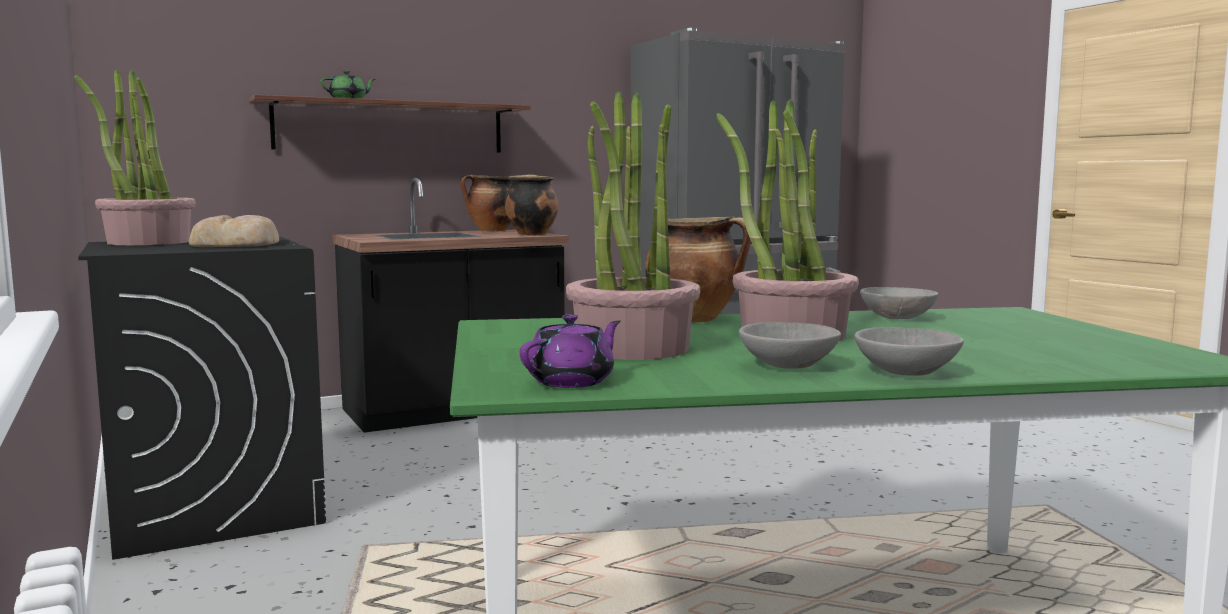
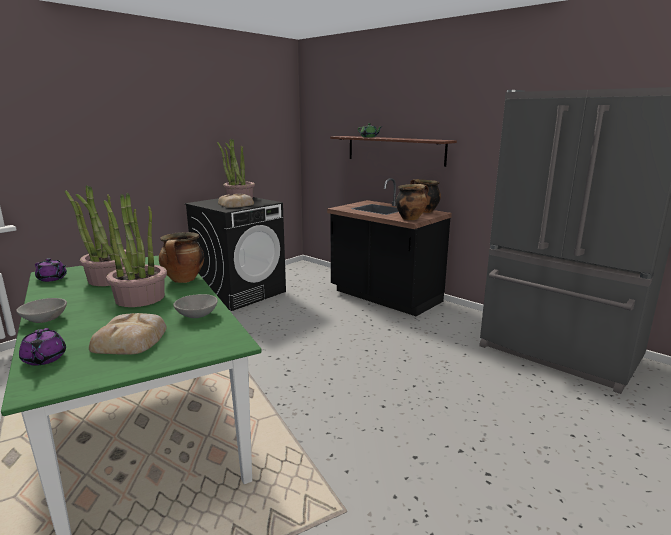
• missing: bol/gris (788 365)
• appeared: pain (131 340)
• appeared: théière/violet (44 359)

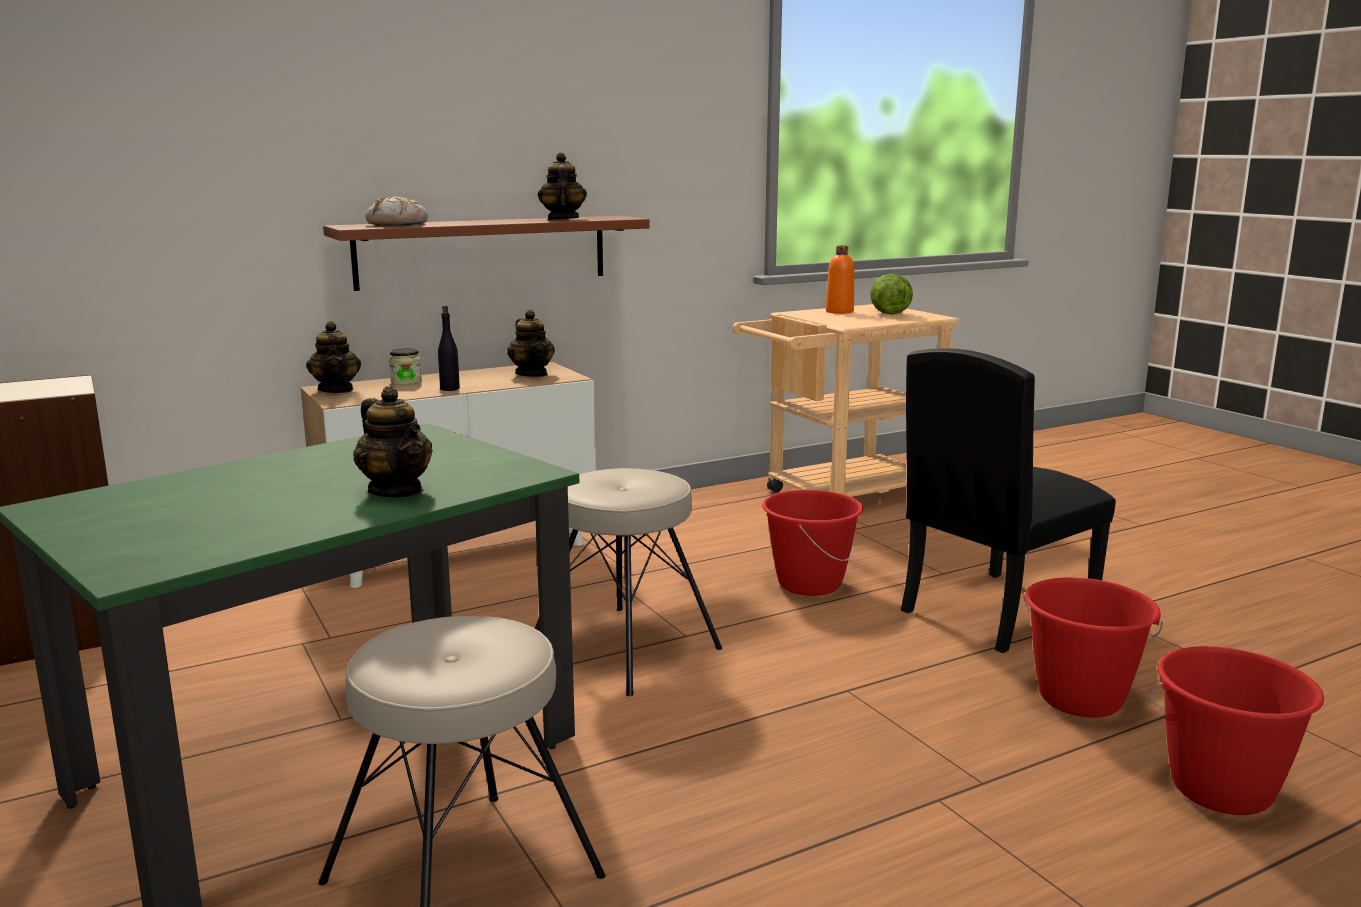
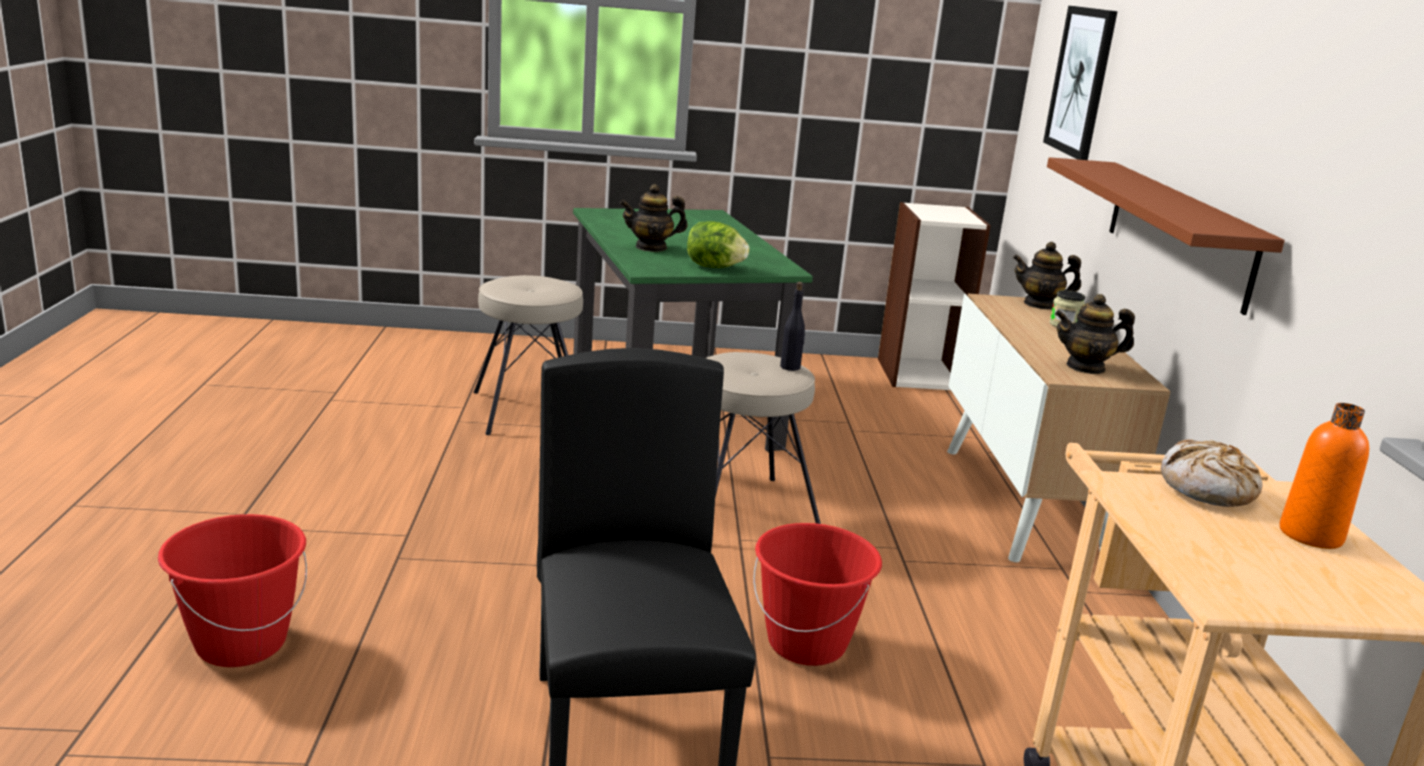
• missing: théière (562 219)
• relocated: pain (397 224) to (1207 489)
• relocated: laitue (888 313) to (714 267)
• relocated: bouteille/noir (449 389) to (790 367)
• missing: seau/rouge (1080 699)
• appeared: tableau (1081 81)

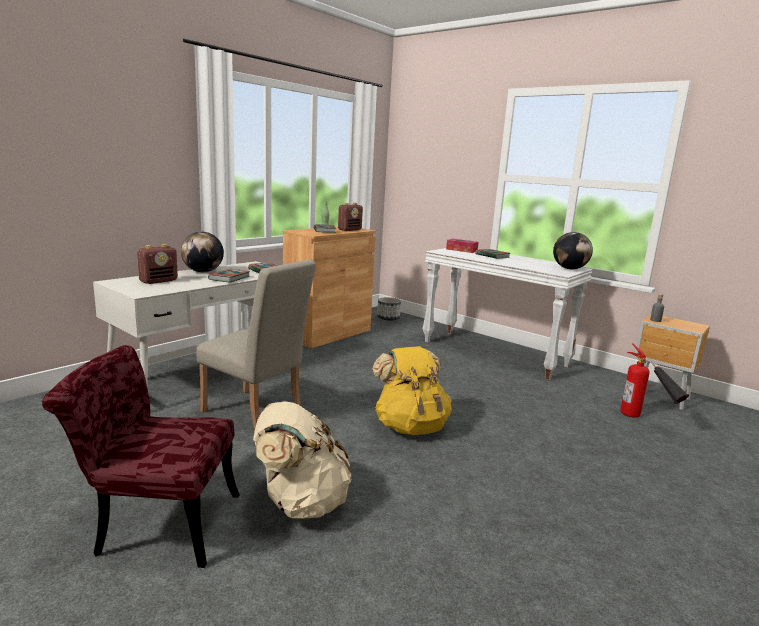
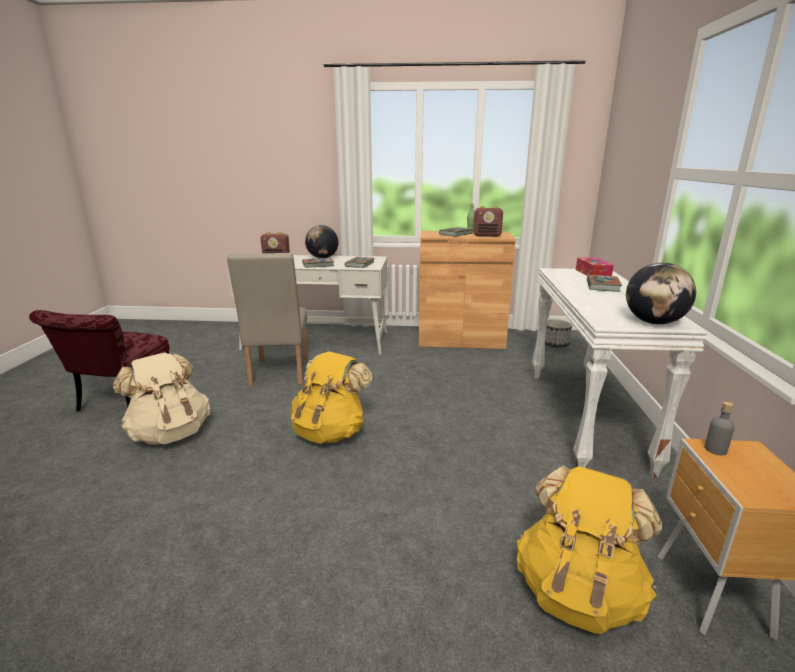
• exchanged: extincteur (645 421) to sac à dos/jaune (578 592)
• spun: chaise/rouge (156 523) = (121 403) 135 degrees counterclockwise

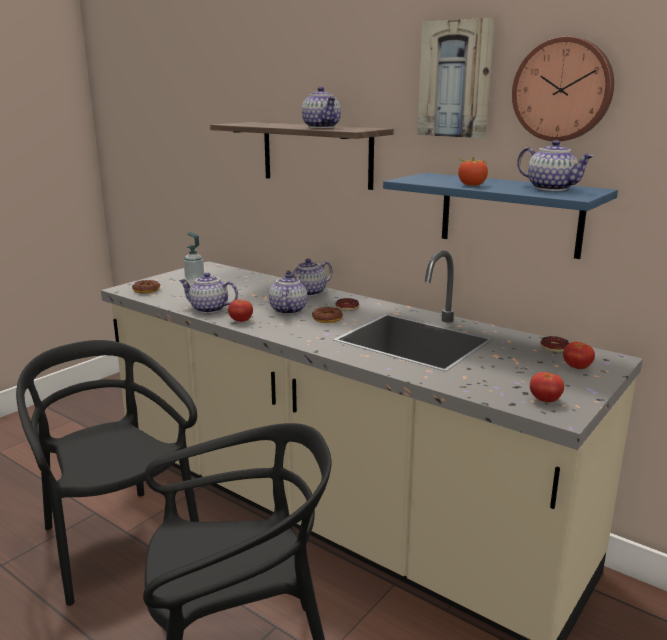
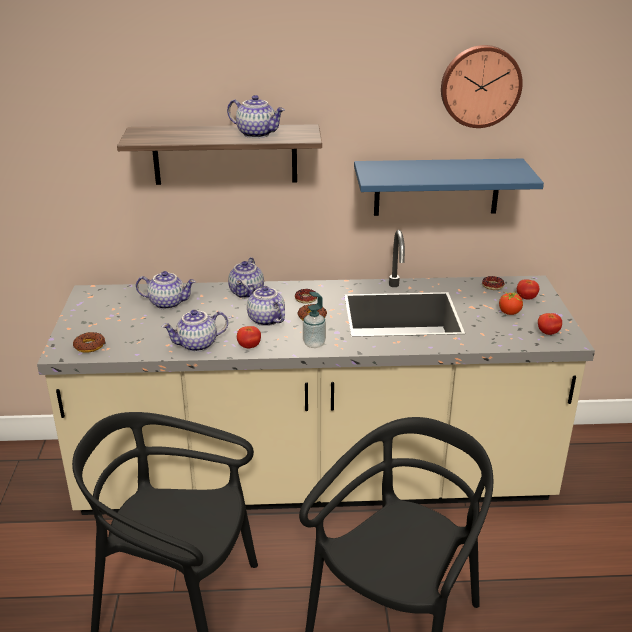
• missing: tableau (456 79)
• relocated: théière (552 188) to (168 303)
• relocated: tomate (471 185) to (509 312)
• relocated: distributeur de savon (194 280) to (314 344)

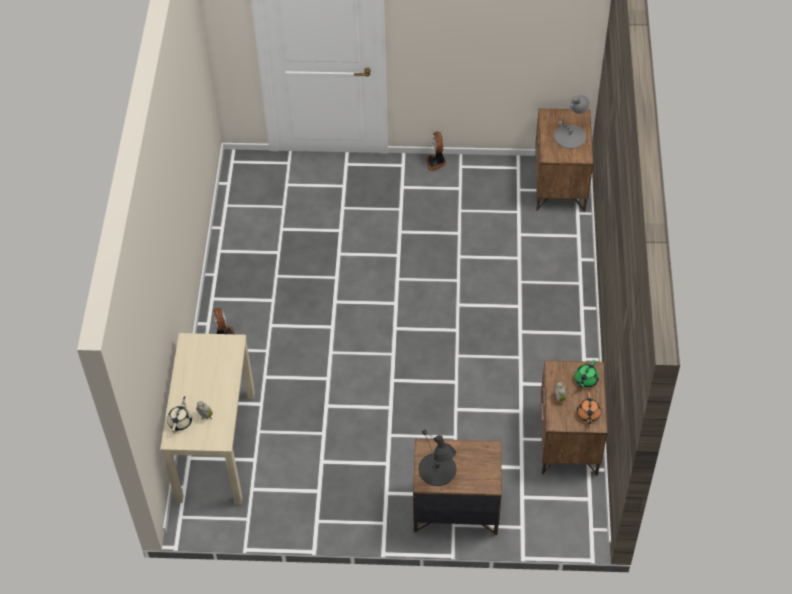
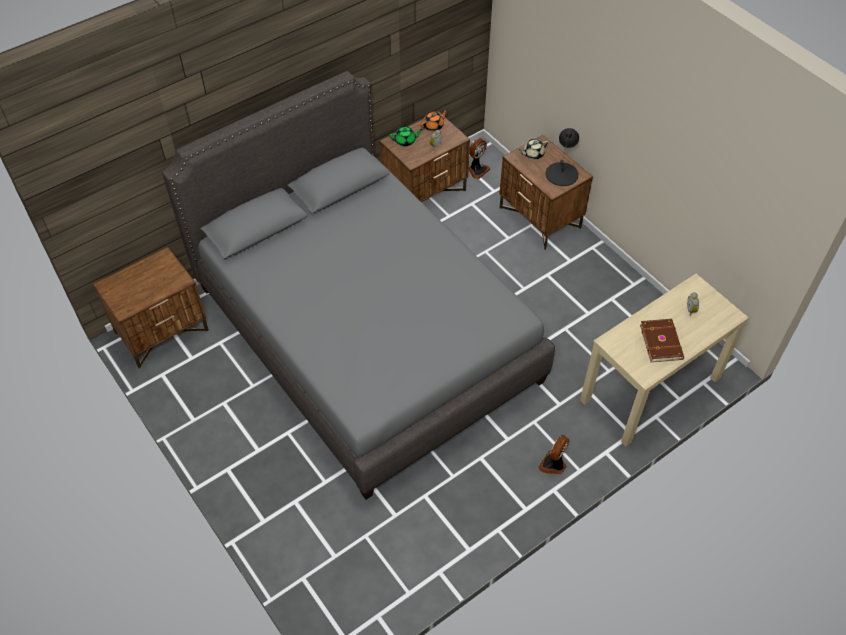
• missing: lampe de table/gris (570 136)
• relocated: ventilateur (436 162) to (477 170)
• relocated: théière/beige (180 421) to (533 154)
• appeared: lit/gris (366 334)
• appeared: livre/marron (662 341)

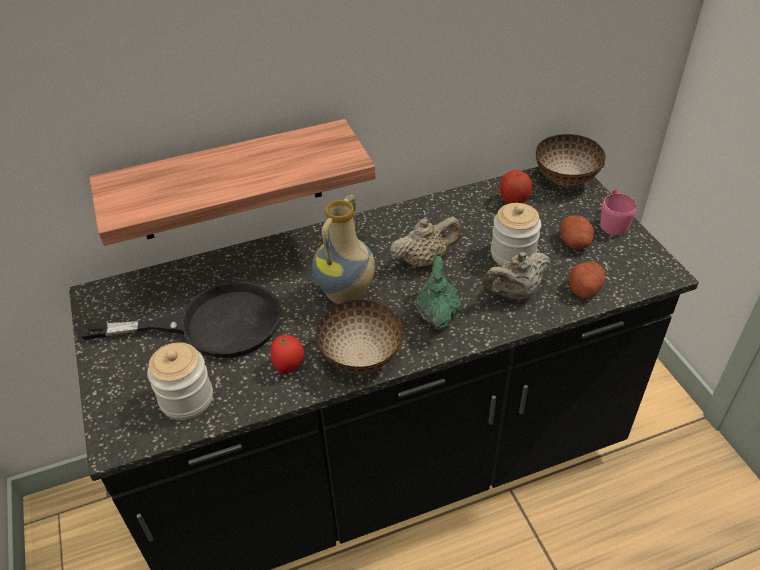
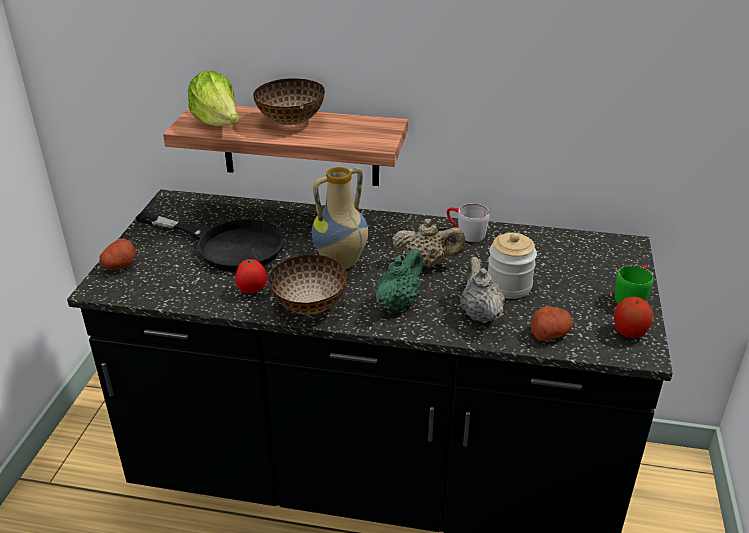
• relocated: bol (564 179) to (290 122)
• relocated: pomme (513 200) to (629 332)
• colour: mug/rose (612 222) to mug/vert (632 296)
• relocated: pomme de terre (575 242) to (120 265)
• spun: théière/beige (514 294) = (479 313) 75 degrees clockwise
• missing: bocal (186 399)
• appeared: laitue (218 124)
• appeared: mug/gris (465 233)

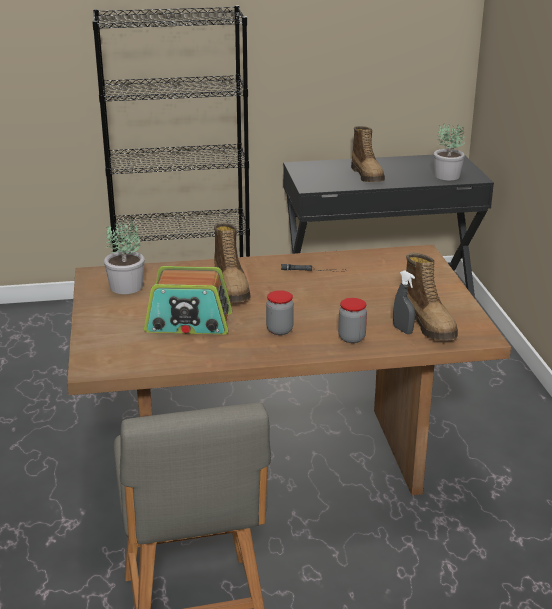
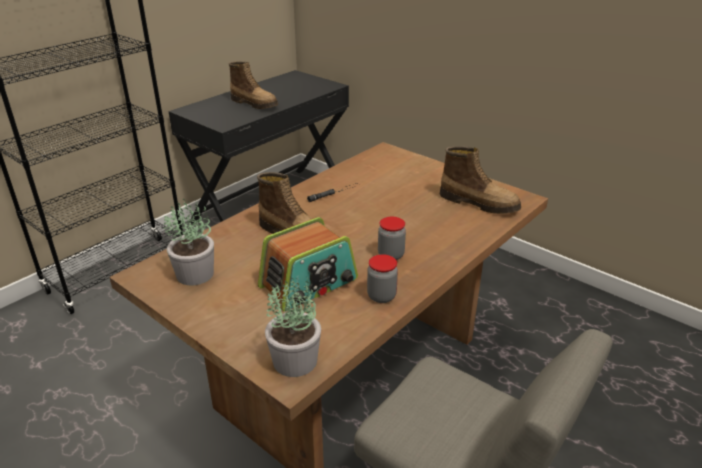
• relocated: plante en pot (447 176) to (296 361)
• missing: vaporisateur/gris (402 330)
• relocated: bocal (351 338) to (381 296)

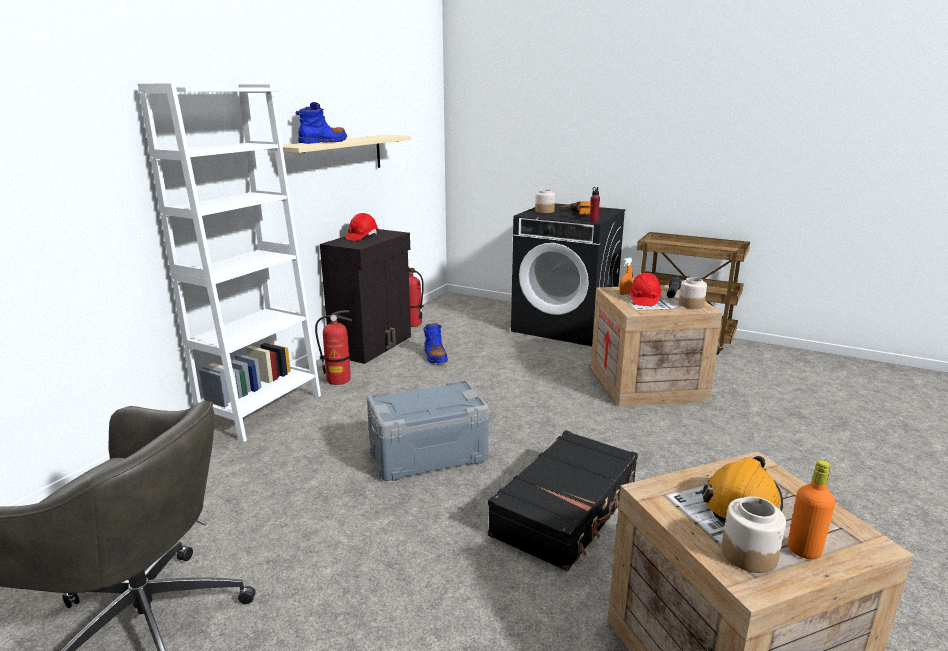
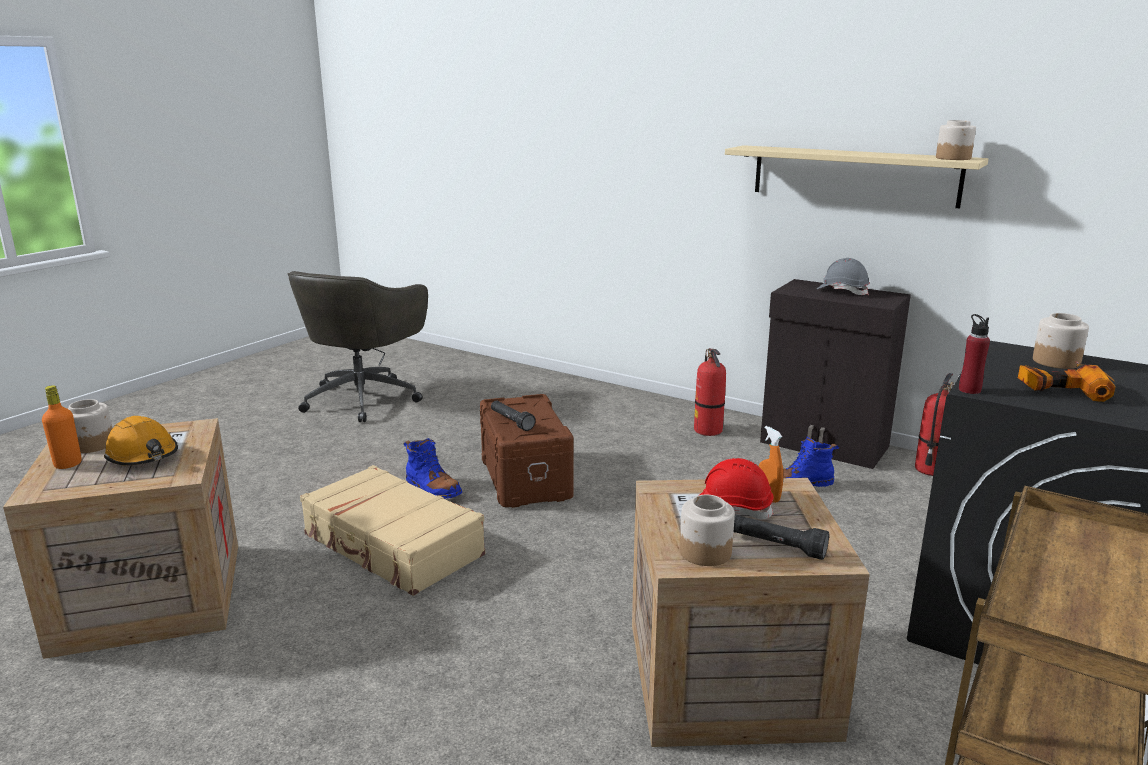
• missing: bibliothèque/blanc (262 410)
• relocated: botte/bleu (323 142) to (432 489)
• colour: casque de chantier/rouge (362 237) to casque de chantier/gris (842 291)
• colour: boîte de rangement/gris (428 455) to boîte de rangement/marron (524 478)
• colour: valise/noir (566 510) to valise/beige (392 546)
• appeared: bocal (953 158)
• appeared: lampe de poche/noir (511 421)

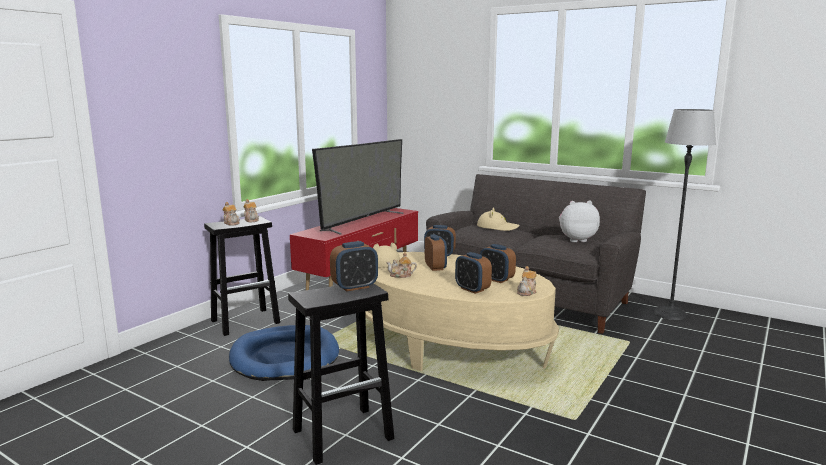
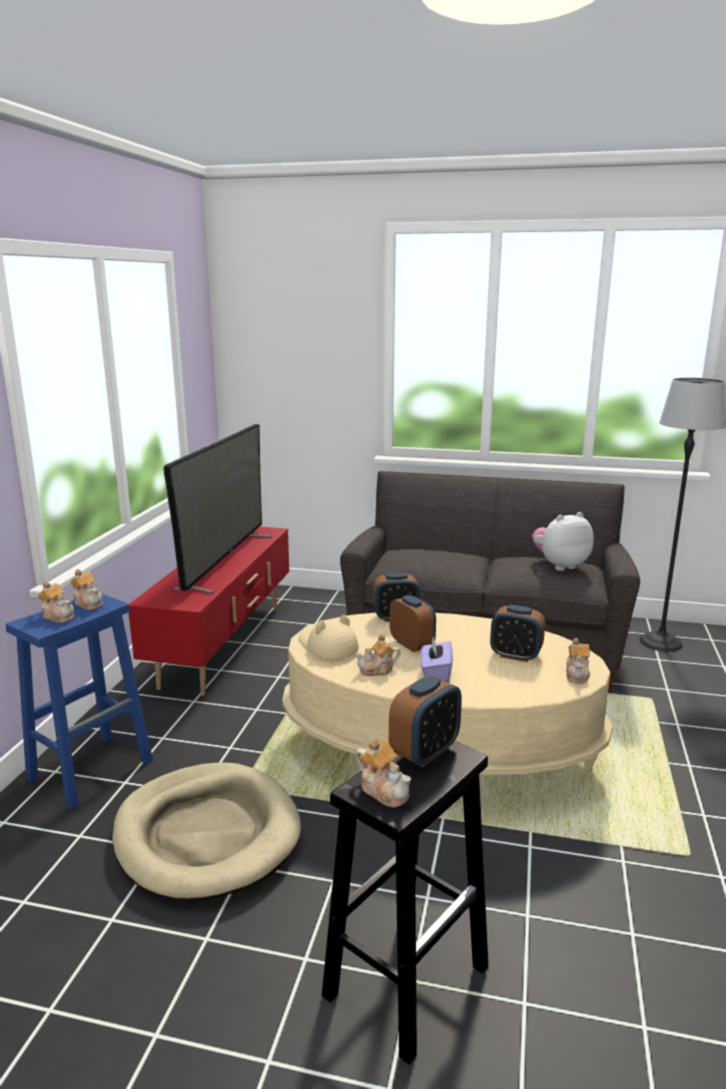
• missing: chapeau/beige (497 227)
• colour: tabouret/noir (246 321) to tabouret/bleu (92 769)
• missing: réveil (472 289)
• colour: panier pour chien/bleu (285 357) to panier pour chien/beige (207 834)
• appeared: boîte à mouchoirs/violet (435 674)
• appeared: théière (384 790)

